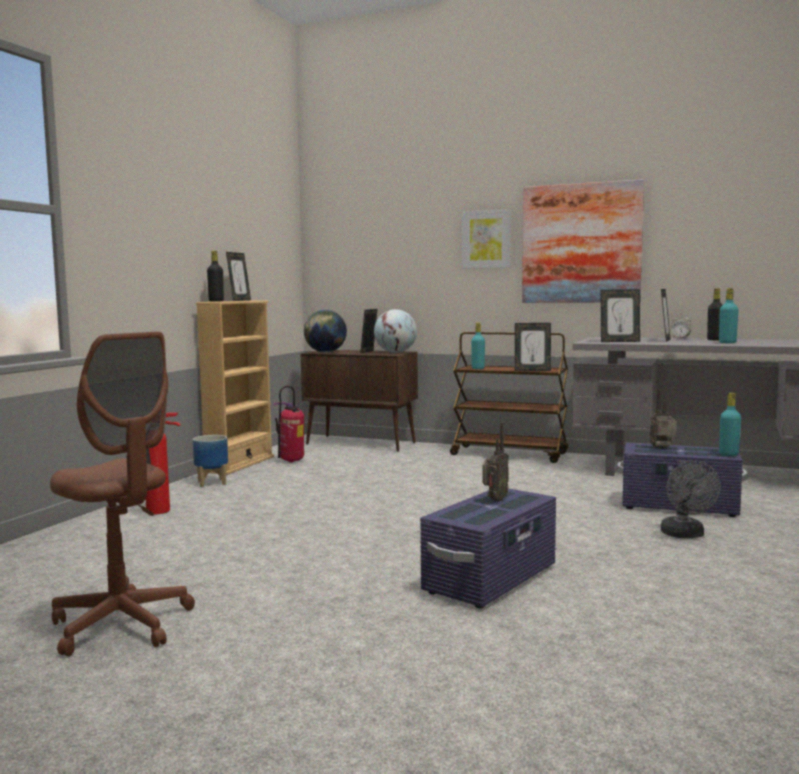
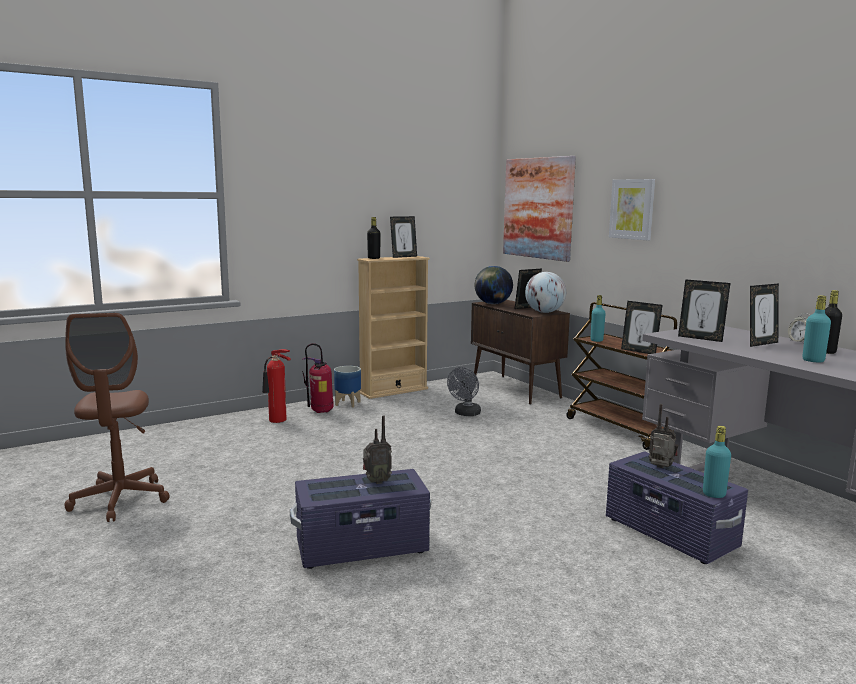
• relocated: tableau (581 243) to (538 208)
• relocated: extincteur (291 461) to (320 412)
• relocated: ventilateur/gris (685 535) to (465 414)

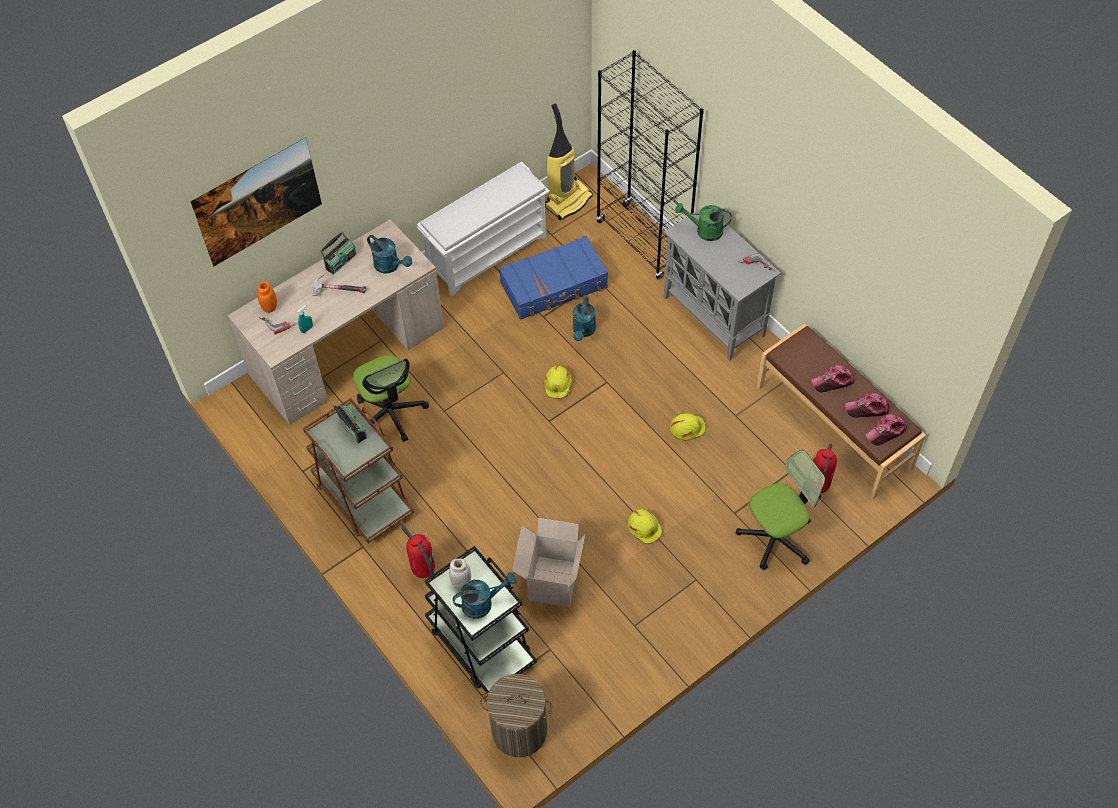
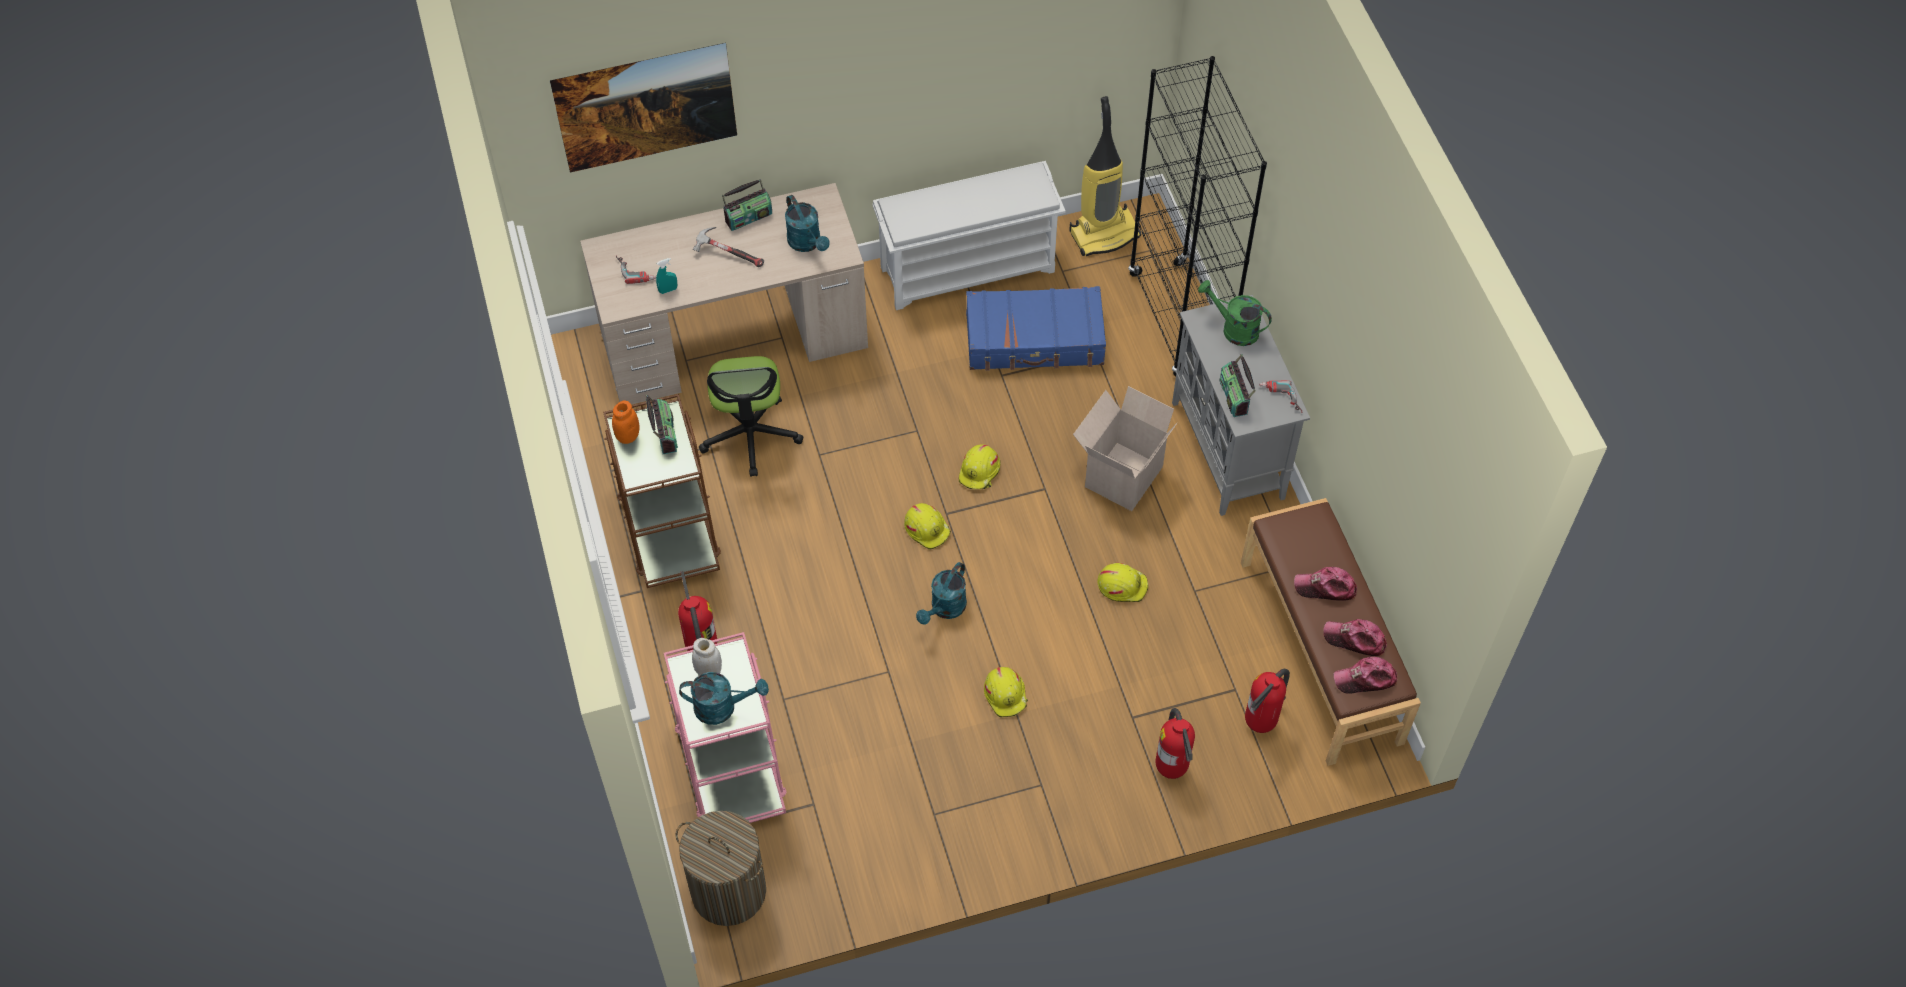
• relocated: bocal/orange (270 307) to (628 436)
• relocated: arrosoir/turquoise (583 331) to (945 609)
• exchanged: chaise de bureau (775 537) to extincteur (1172 769)
• relocated: carton (551 580) to (1122 475)
• colour: chariot/noir (481 644) to chariot/rose (731 765)
• appeared: radio (1234 396)
• appeared: casque de chantier/jaune (927 528)

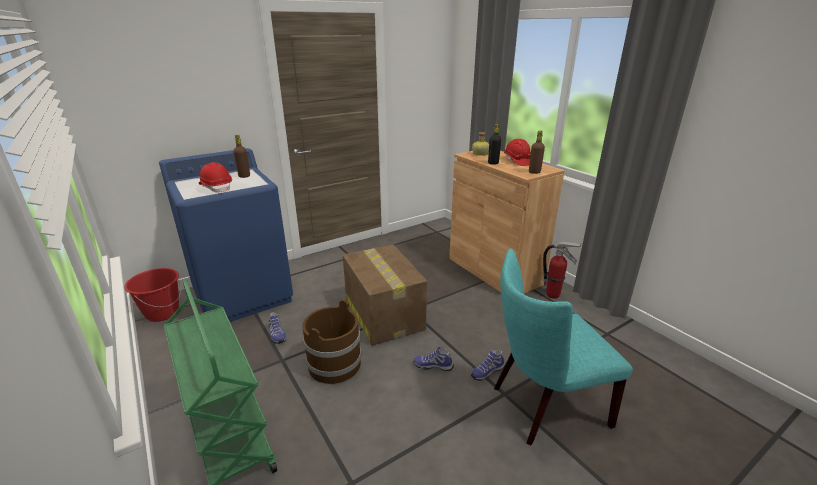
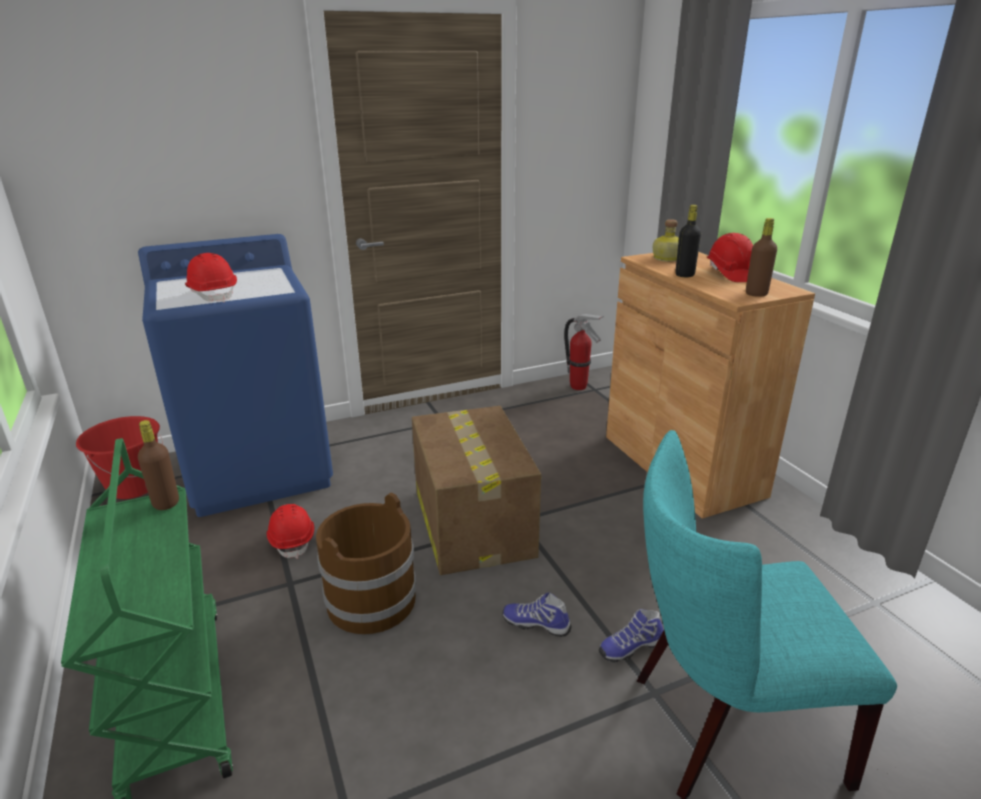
• relocated: bouteille/marron (244 176) to (166 503)
• relocated: extincteur (553 295) to (579 387)
• exchanged: chaussure (276 335) to casque de chantier/rouge (292 540)

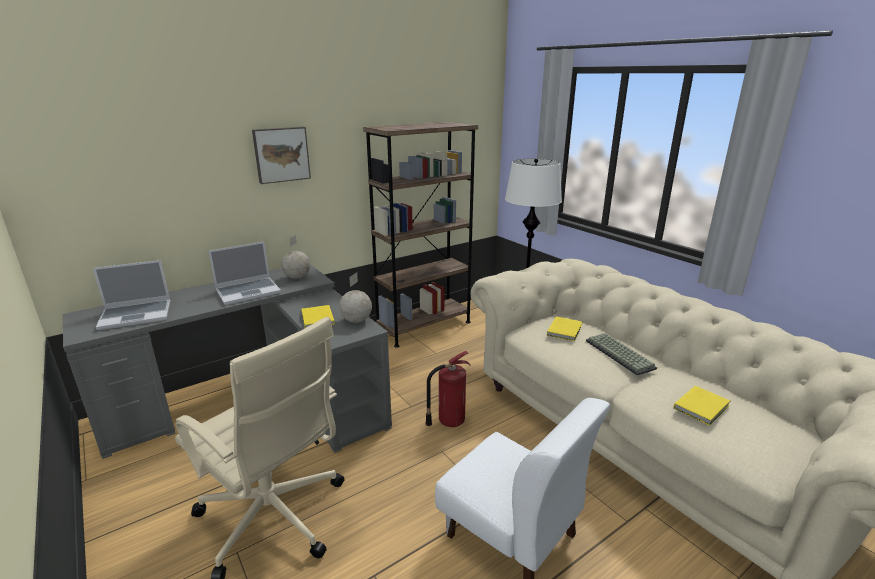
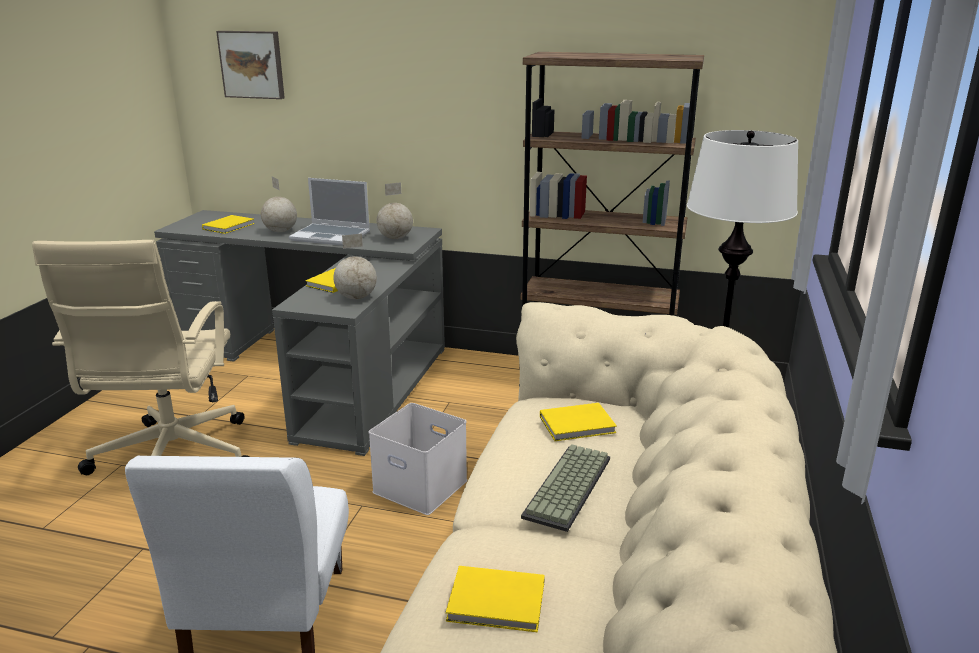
• relocated: tableau (281 154) to (252 64)
• exchanged: ordinateur portable (137 315) to livre/jaune (230 226)
• exchanged: extincteur (449 421) to boîte de rangement/blanc (422 486)
• appeared: globe (280 231)

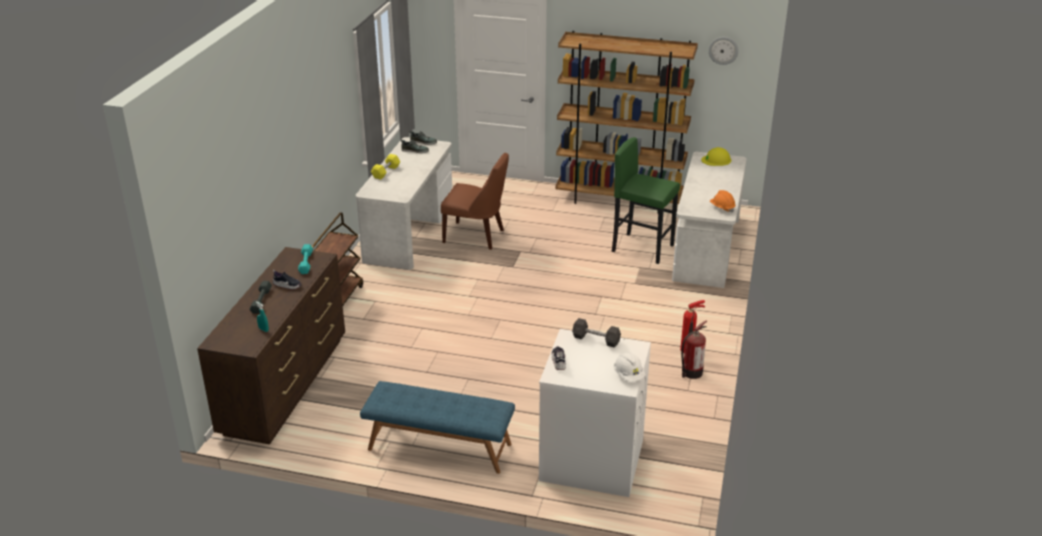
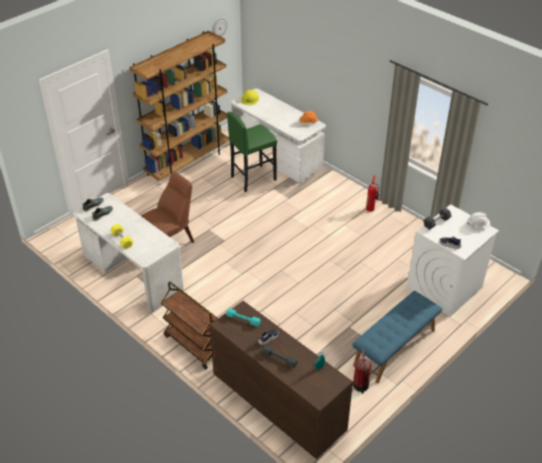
• relocated: extincteur (691 373) to (360 386)

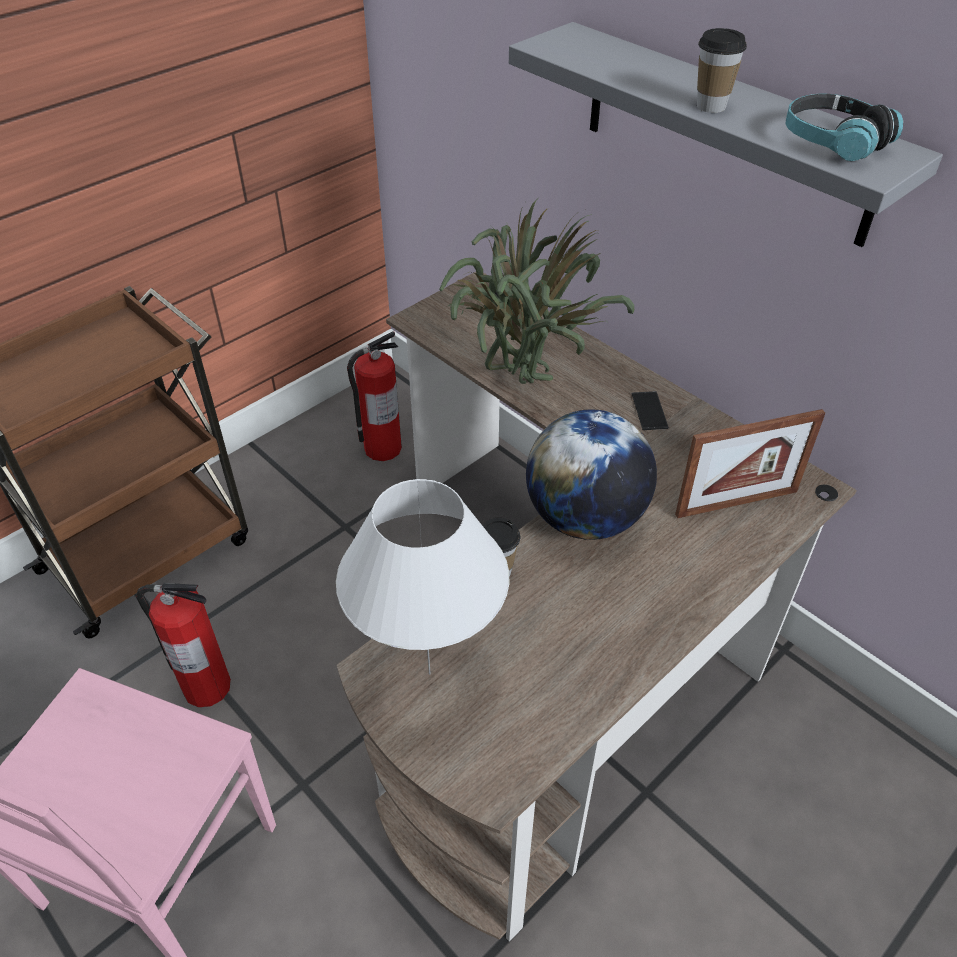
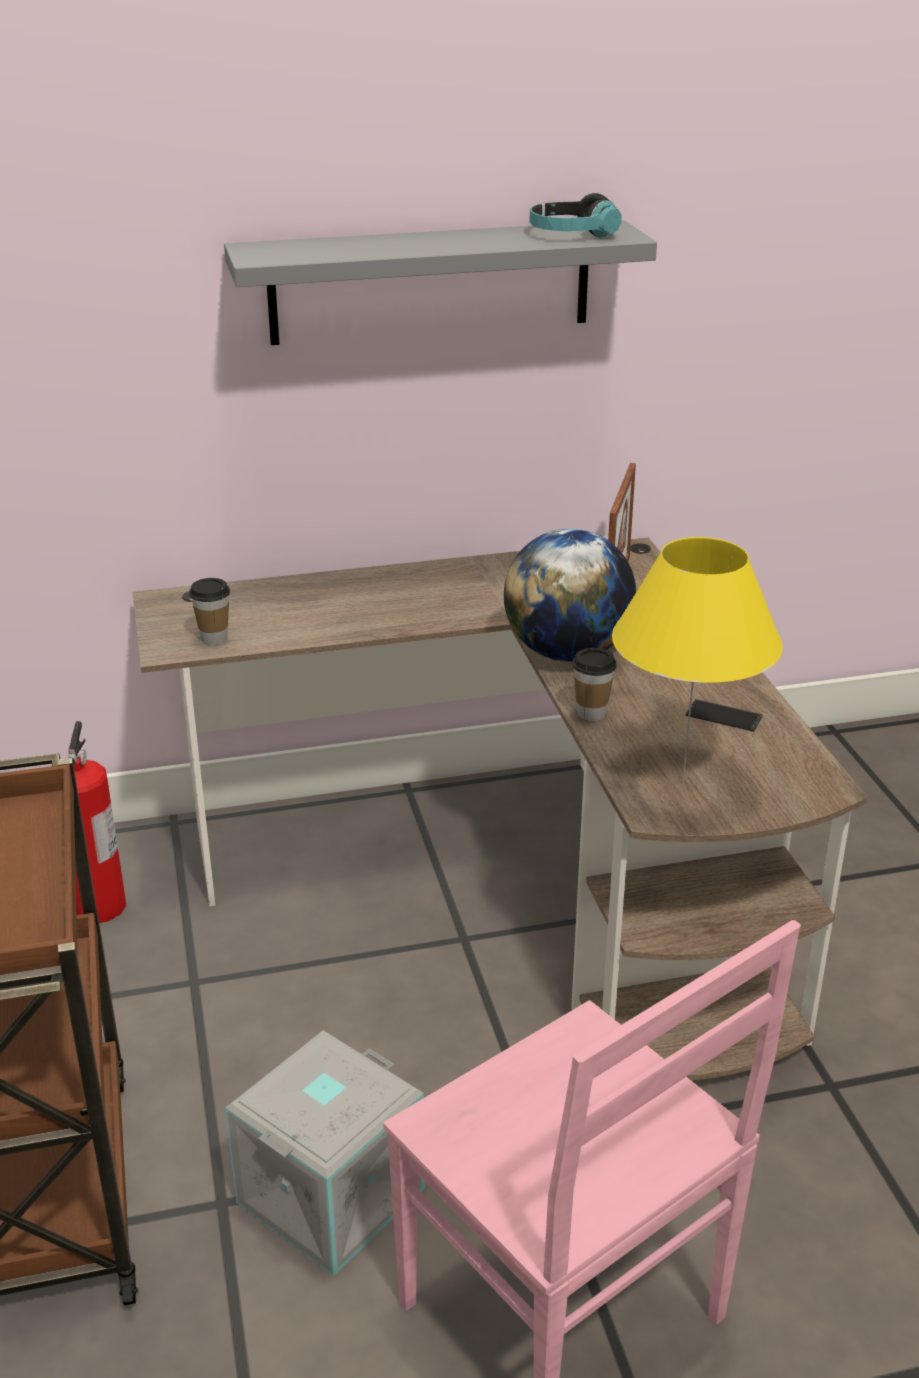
• relocated: tasse (711 106) to (214 639)
• missing: plante en pot (522 386)
• relocated: téléphone (649 411) to (724 716)
• colour: lampe de table/blanc (429 673) to lampe de table/jaune (682 783)
• exchanged: extincteur (205 686) to boîte de rangement/gris (329 1192)

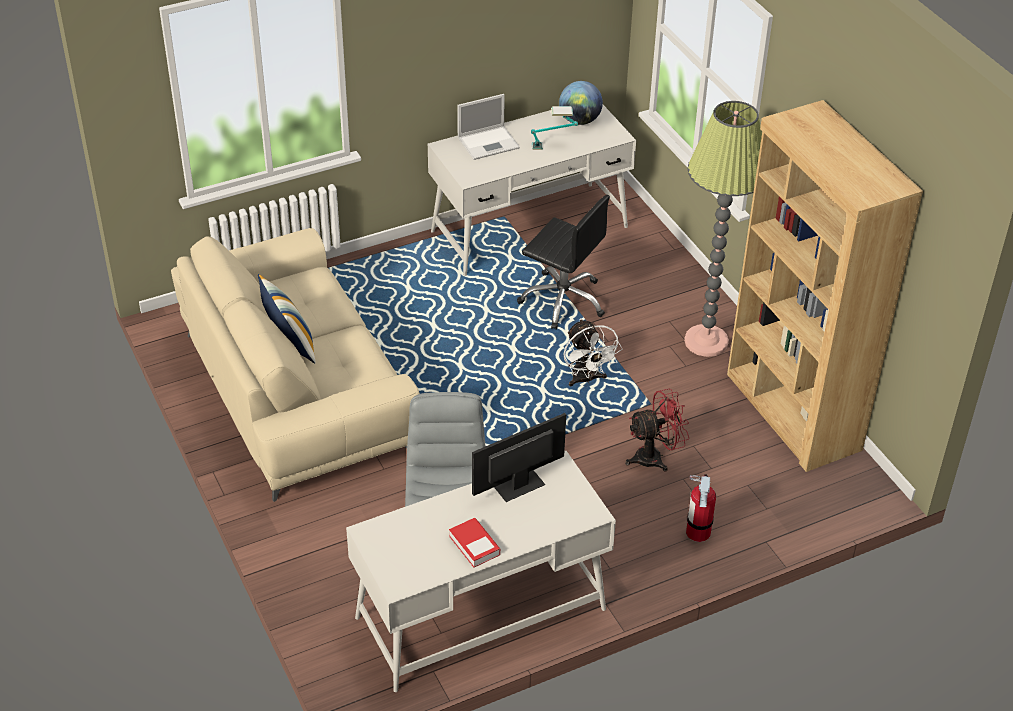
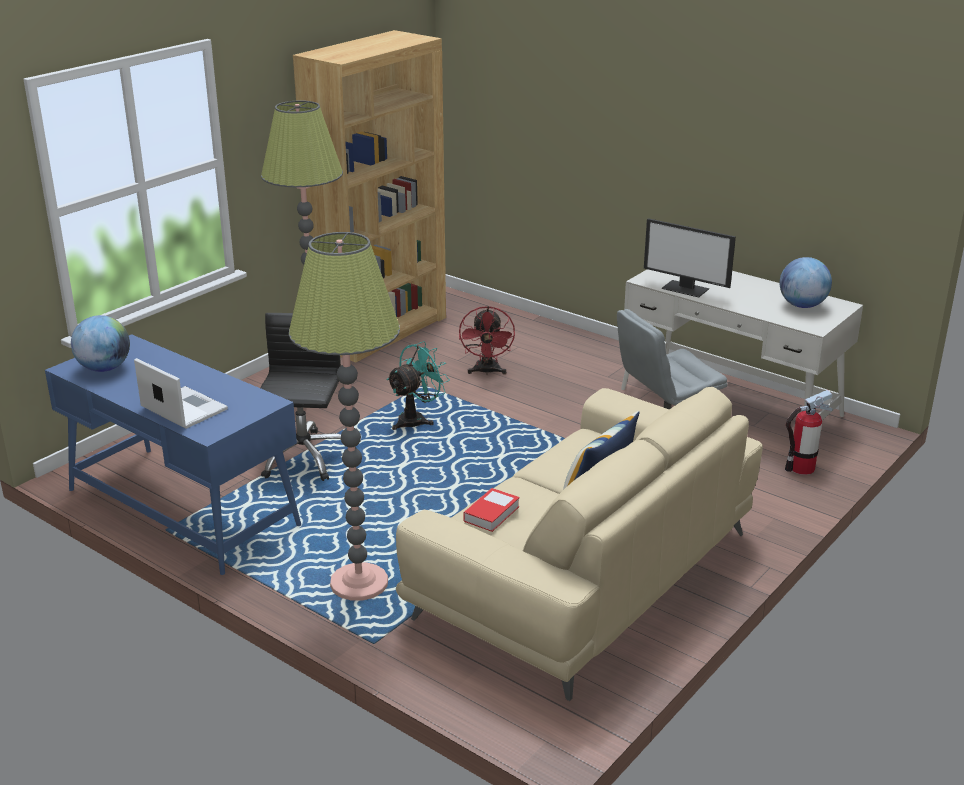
• colour: bureau/blanc (530 229) to bureau/bleu (182 507)
• missing: lampe de table (553 146)
• colour: ventilateur/blanc (586 380) to ventilateur/turquoise (416 419)
• spun: ventilateur/rouge (655 457) = (487 372) 135 degrees counterclockwise
• relocated: extincteur (698 532) to (801 468)
• relocated: livre (474 545) to (491 514)
• appeared: lampadaire (359 584)
• appeared: globe (802 305)

